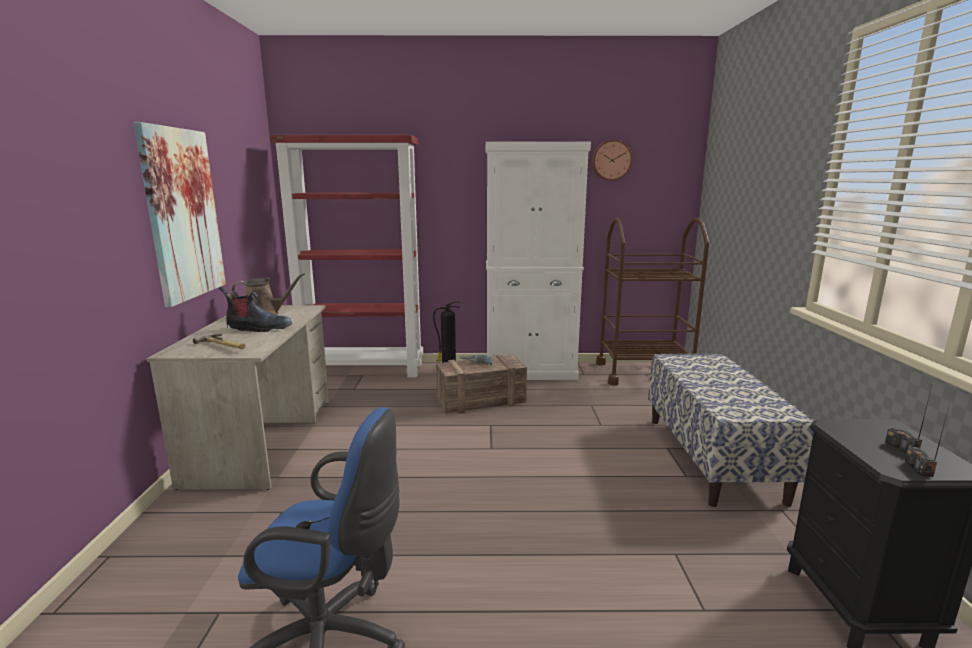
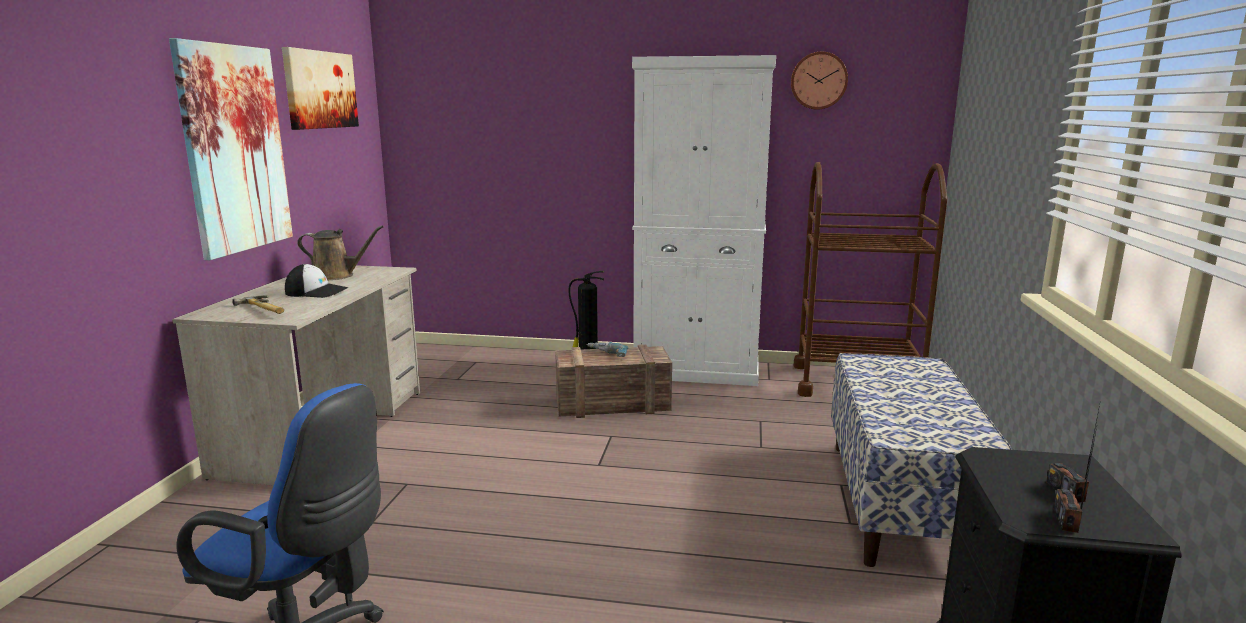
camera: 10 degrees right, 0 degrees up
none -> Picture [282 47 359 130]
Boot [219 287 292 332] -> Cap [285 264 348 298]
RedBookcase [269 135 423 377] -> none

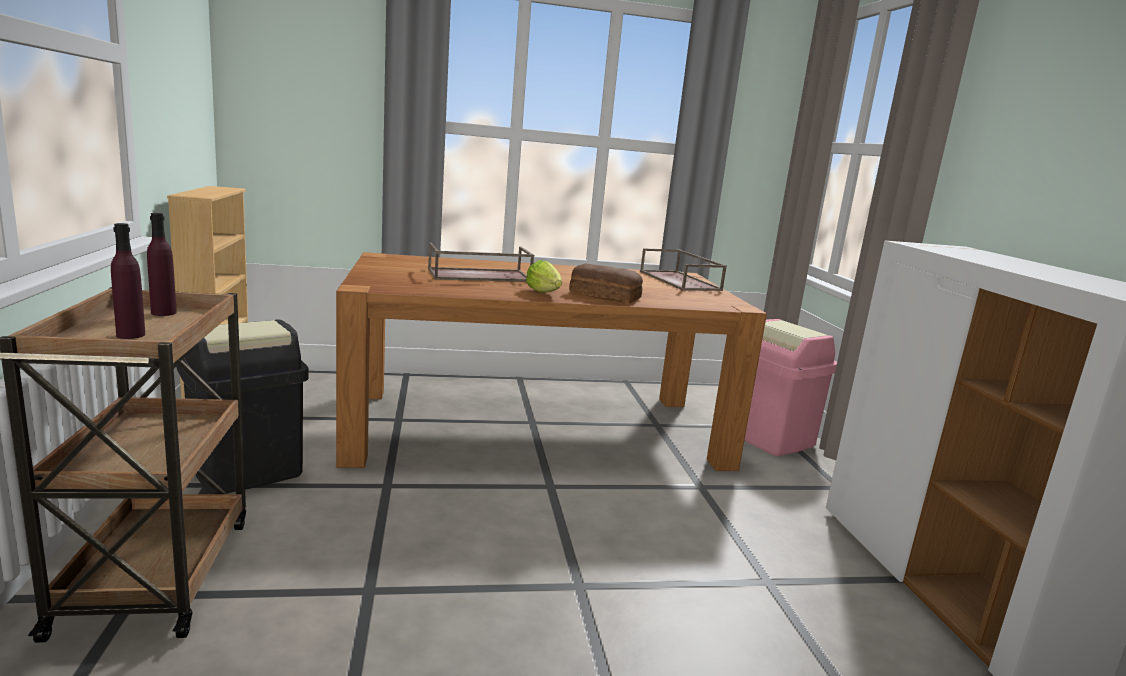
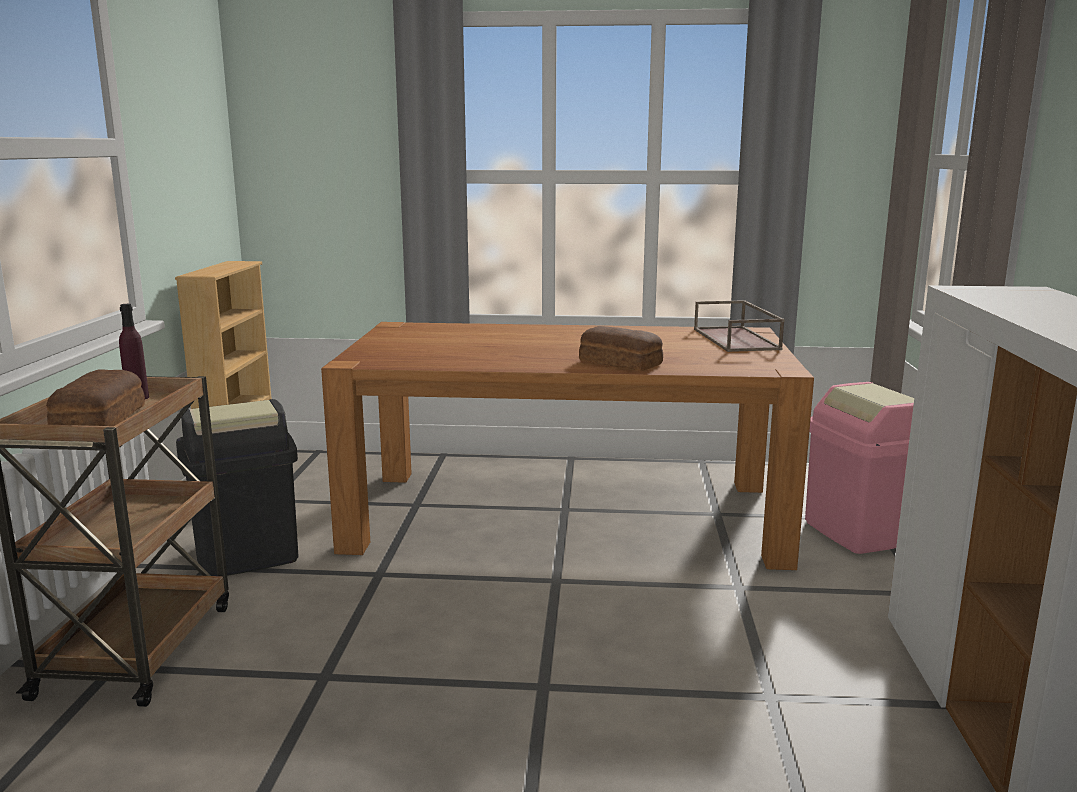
camera: 15 degrees right, 0 degrees up
PurpleBottle [111 223 145 339] -> Bread [46 370 145 426]
BrownTray [428 243 534 282] -> none
Lettuce [526 260 562 293] -> none

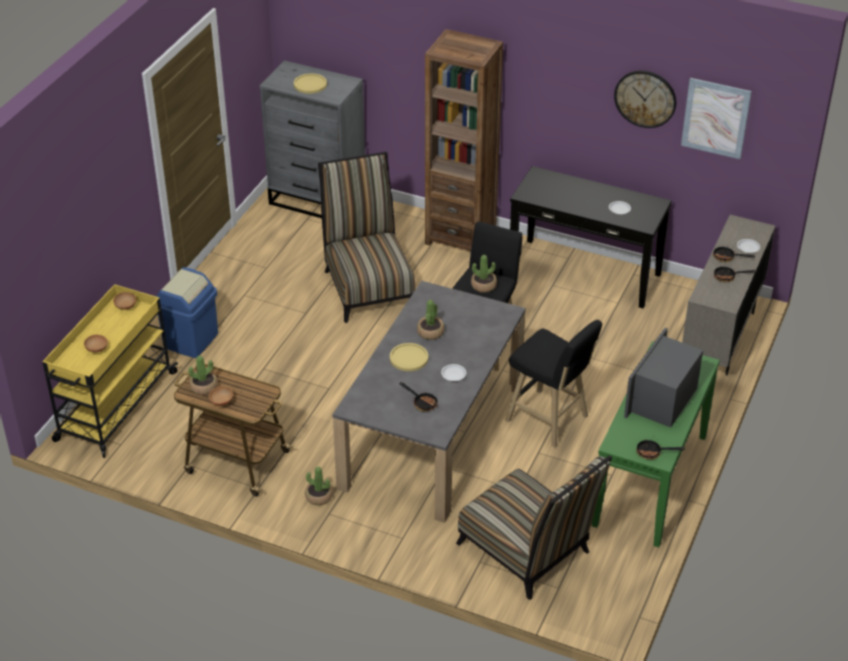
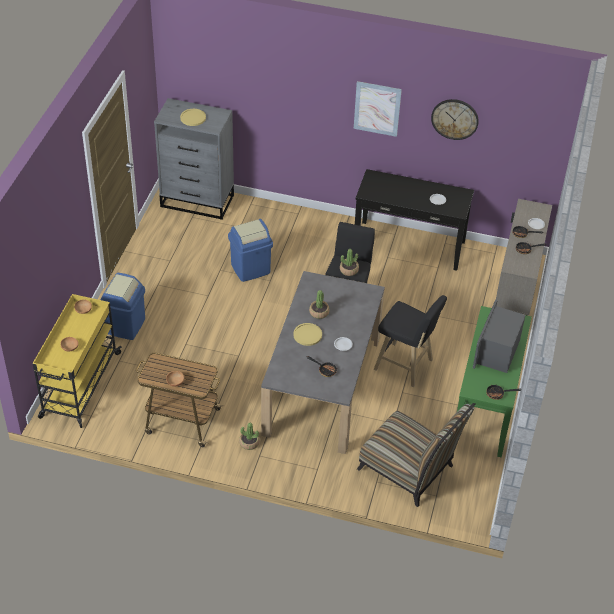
camera: 10 degrees left, 5 degrees up
Chair [318 152 416 323] -> BlueTrashCan [228 219 273 282]
Picture [681 78 752 159] -> Picture [354 81 402 137], shifted
PottedPlant [188 355 218 395] -> none
BrownBookcase [425 29 503 251] -> none

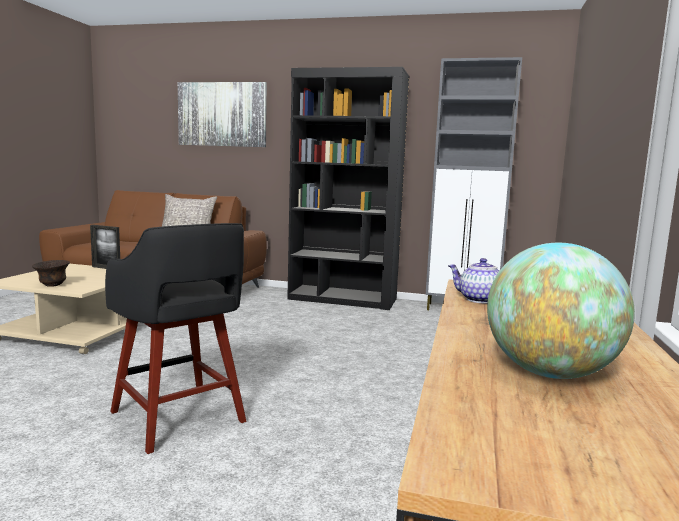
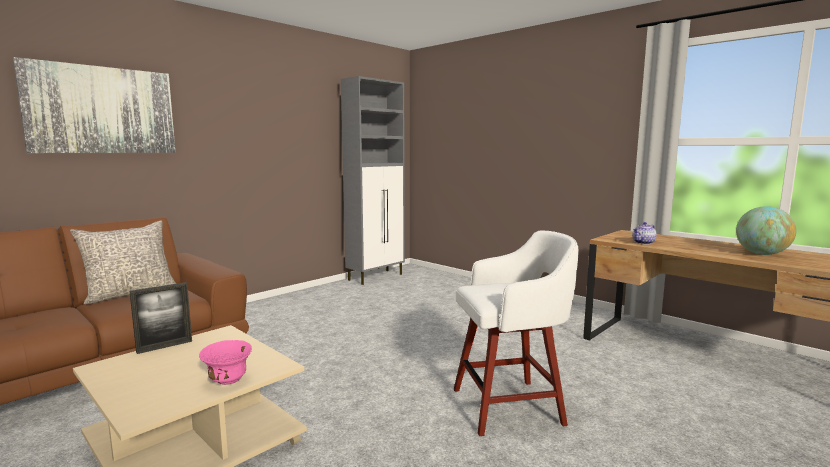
camera: 60 degrees left, 0 degrees up
BrownBowl [32 260 70 287] -> PinkBowl [199 340 252 385]
BlackStool [105 223 246 454] -> WhiteStool [454 231 579 436]
BlackBookcase [287 67 409 310] -> none

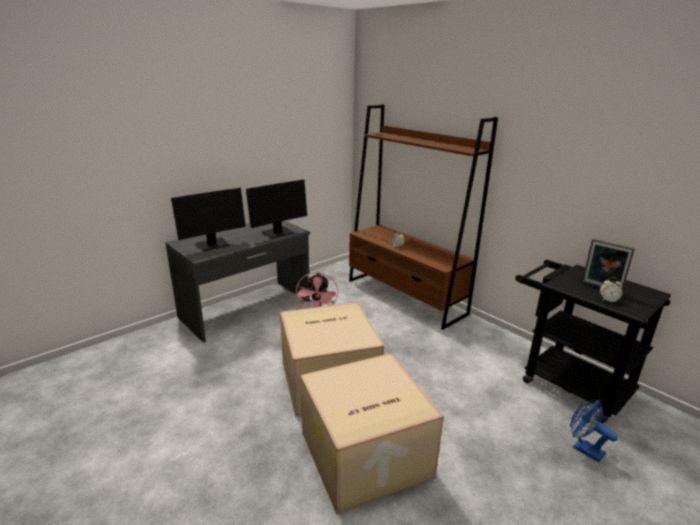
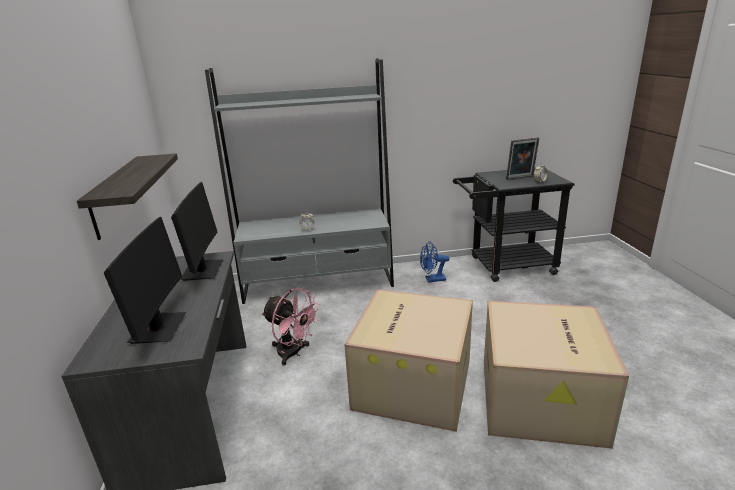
camera: 55 degrees left, 0 degrees up
none -> Shelf [77 153 178 240]
BrownBookcase [349 104 498 330] -> GreyBookcase [205 58 394 304]
BlueFan [570 400 618 462] -> BlueFan [420 241 450 283], shifted

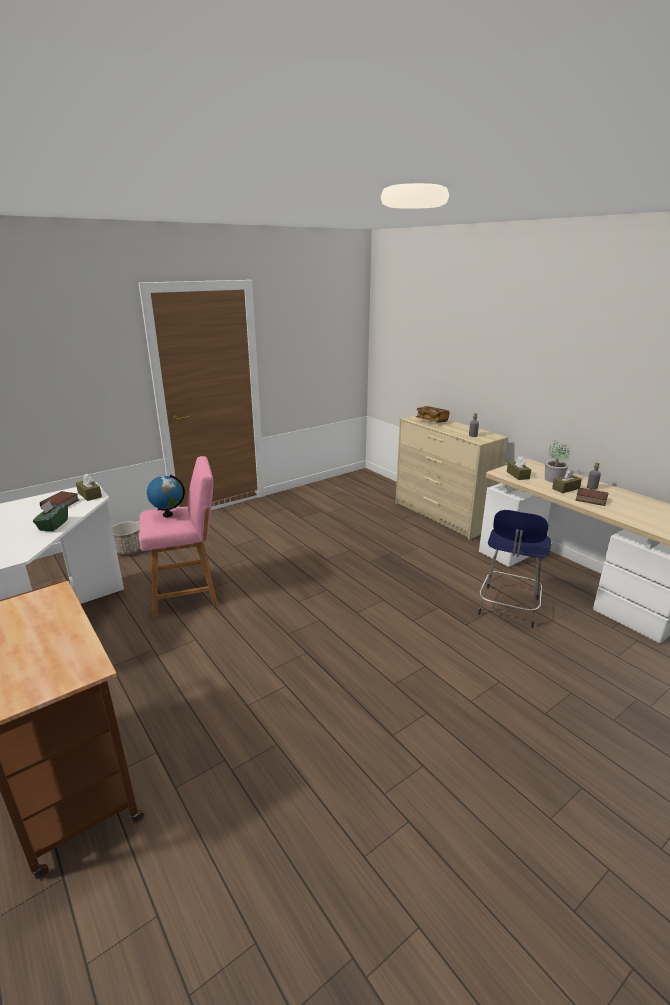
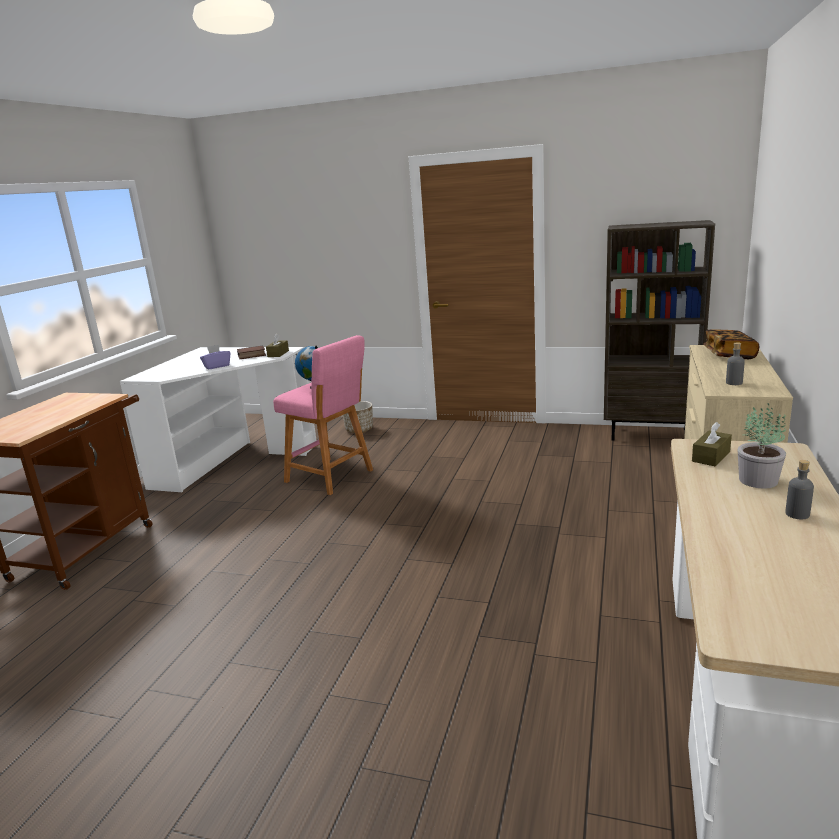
camera: 55 degrees right, 5 degrees down
GreenTissueBox [33 501 68 531] -> PurpleTissueBox [200 344 230 370]
none -> BrownBookcase [604 220 715 441]
BlueStool [478 510 551 628] -> none
BrownTissueBox [552 469 582 493] -> none
Book [576 488 608 506] -> none

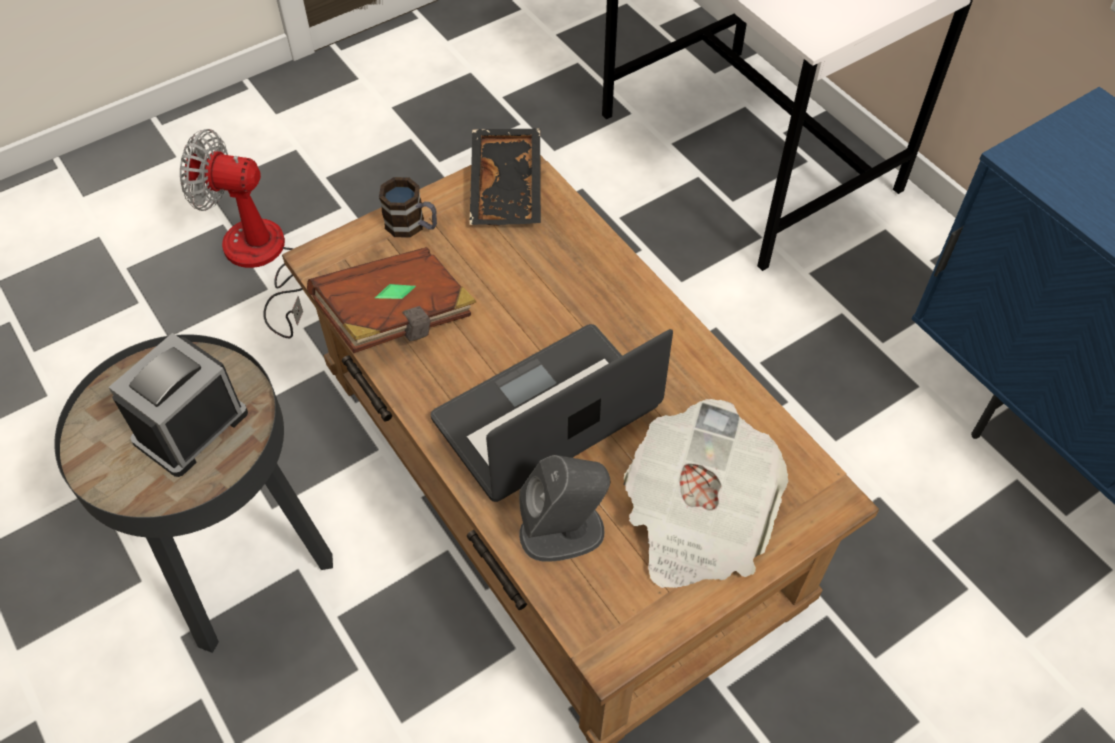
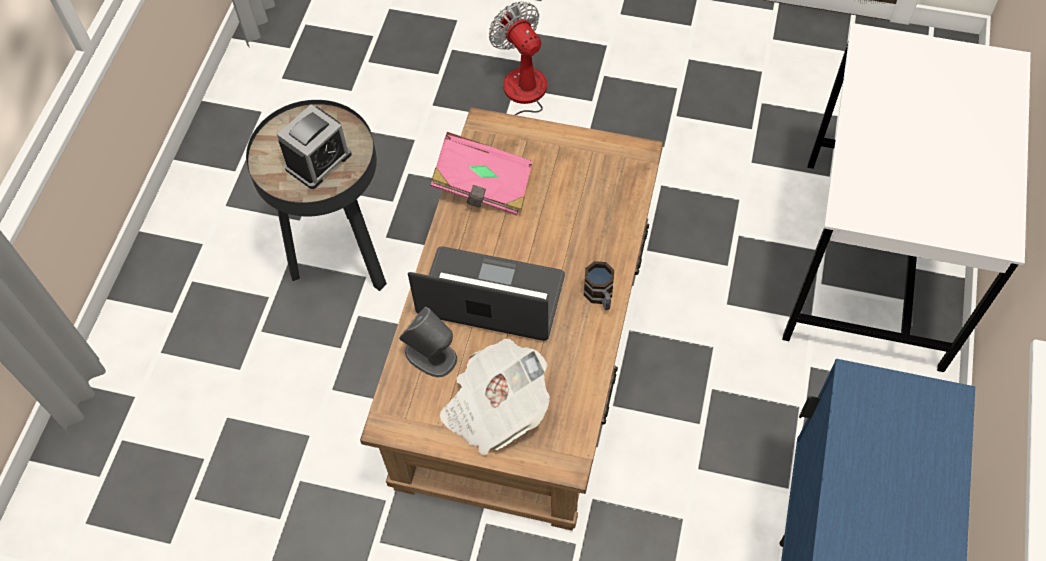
camera: 50 degrees right, 5 degrees up
AlarmClock [109 333 248 477] -> AlarmClock [277 104 352 189], 135 degrees clockwise
BrownBook [307 247 476 353] -> PinkBook [430 132 532 216]
Mug [379 177 437 238] -> Mug [584 261 614 310], shifted
BlackTray [469 128 541 225] -> none

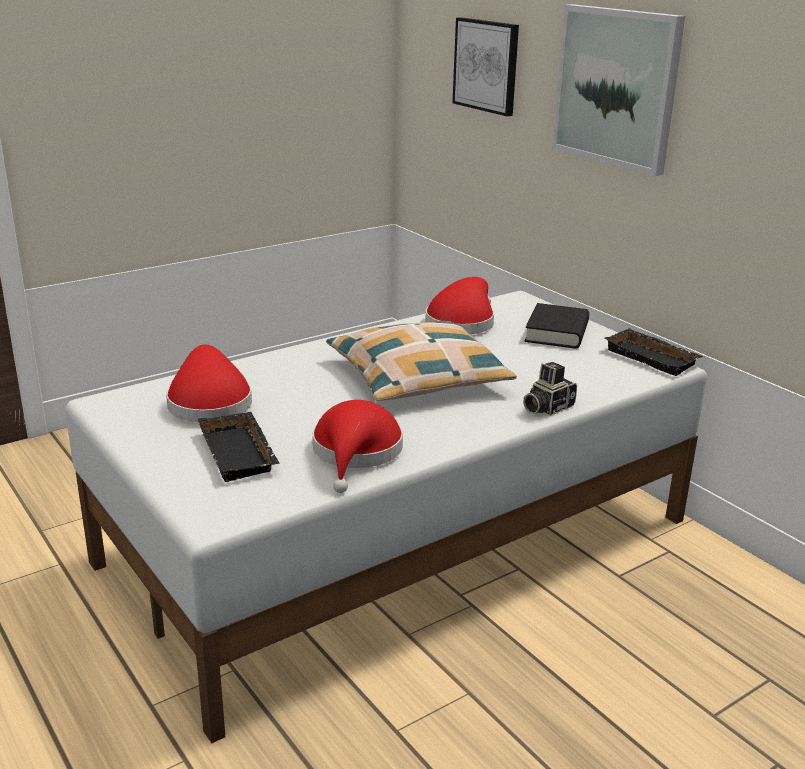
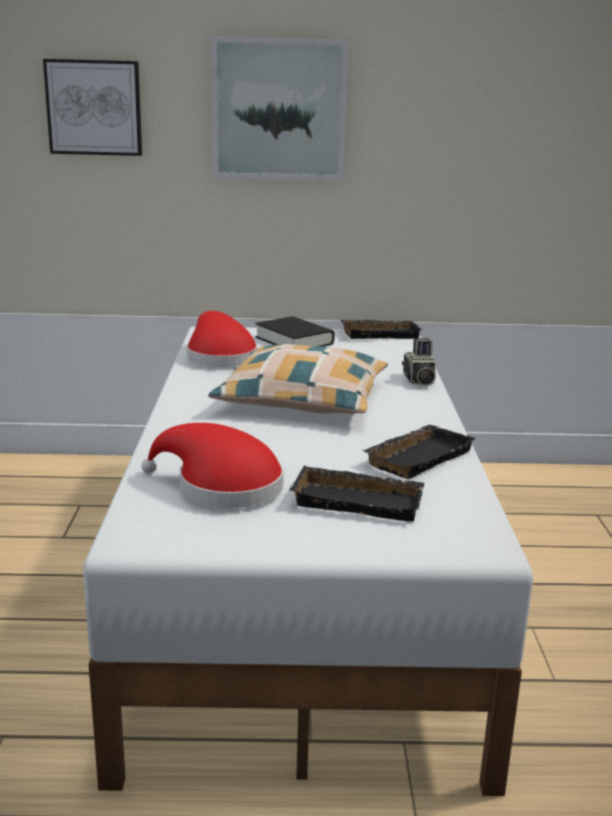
camera: 55 degrees left, 5 degrees down
RedHat [312 400 403 493] -> BlackTray [361 425 476 479]

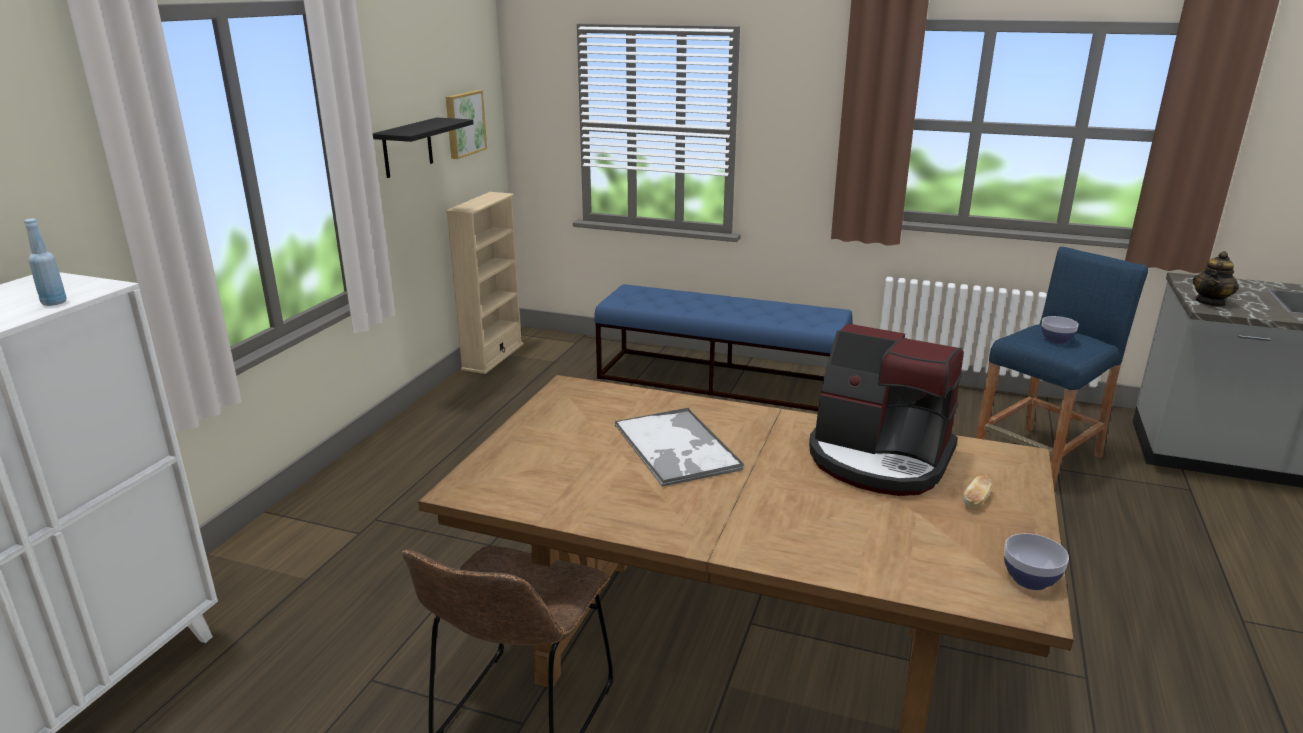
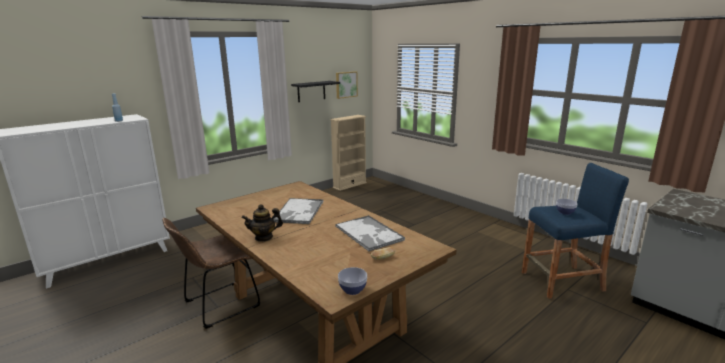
camera: 30 degrees right, 5 degrees down
Teapot [1193 251 1239 307] -> Teapot [242 204 283 242], shifted
CoffeeMachine [809 323 964 496] -> Tray [336 215 405 251]
BlueBench [594 284 853 411] -> none

